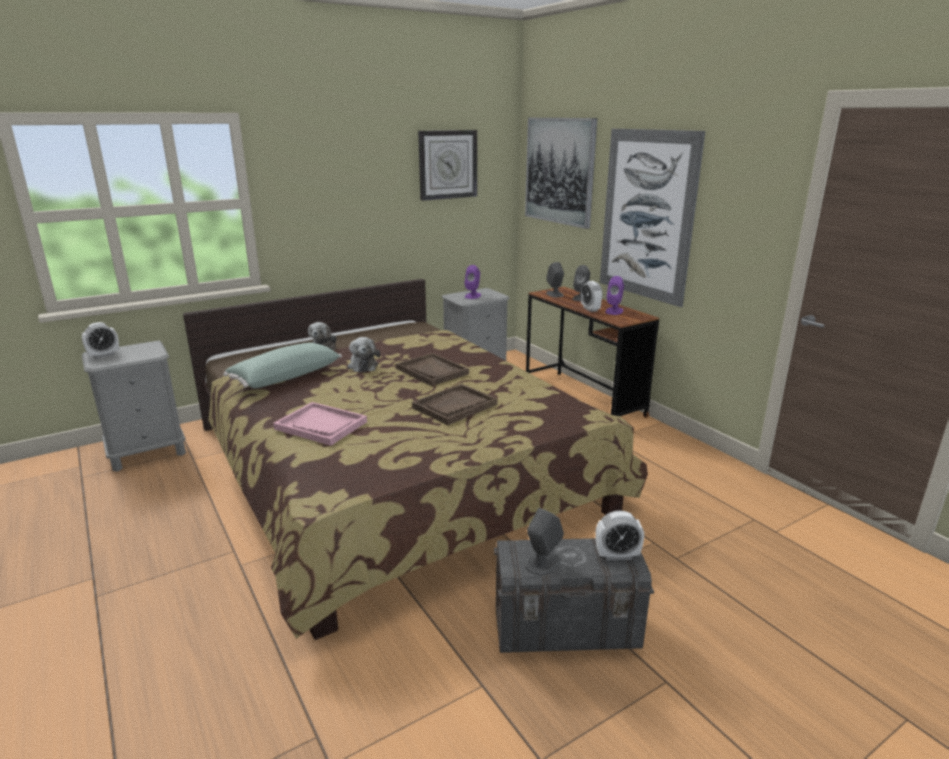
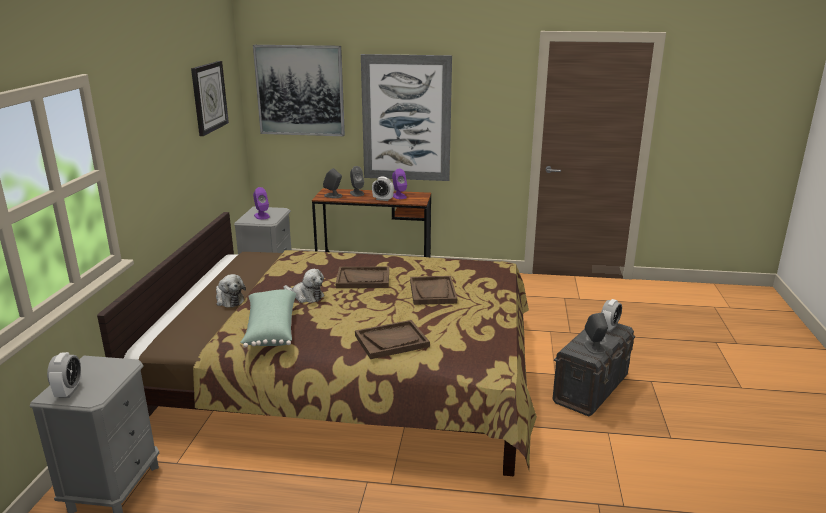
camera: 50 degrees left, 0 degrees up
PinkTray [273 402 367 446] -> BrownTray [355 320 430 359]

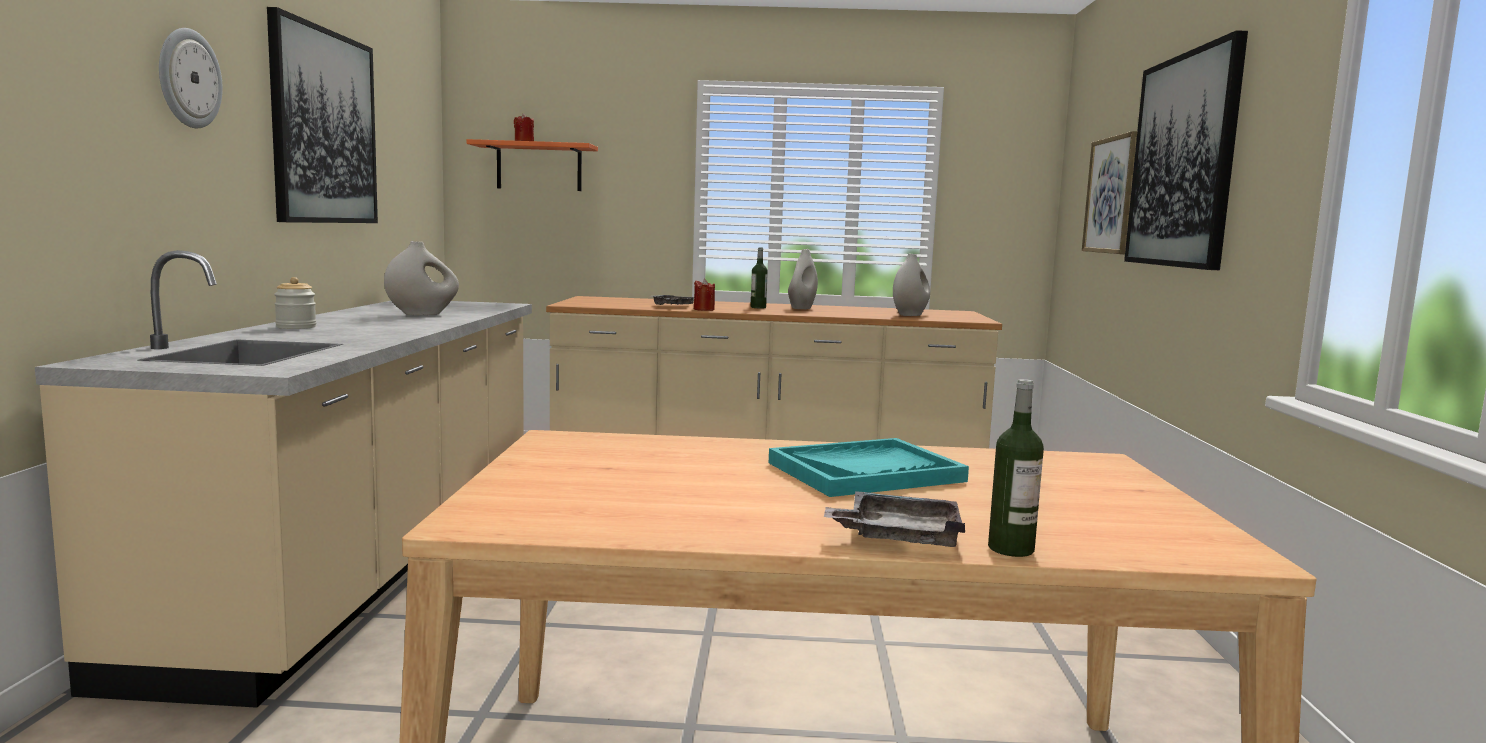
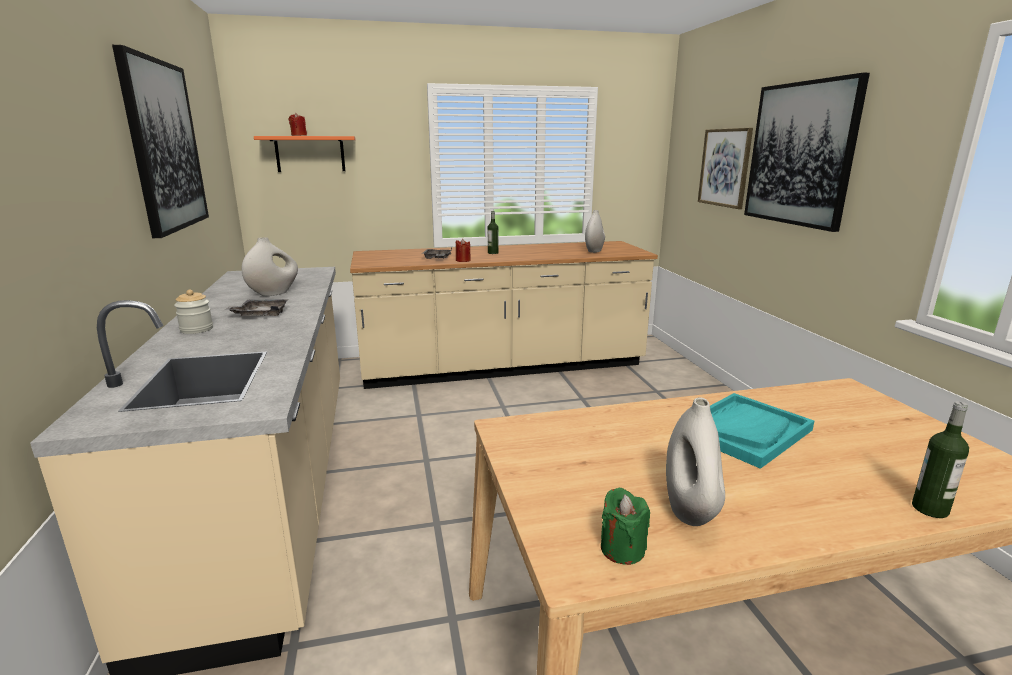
camera: 15 degrees left, 10 degrees up
GreyTray [824 491 965 547] -> GreyTray [225 299 288 316], shifted
none -> GreenCandle [601 488 650 565]
WhiteVase [788 249 818 309] -> WhiteVase [666 398 725 526], shifted
WallClock [159 28 223 128] -> none

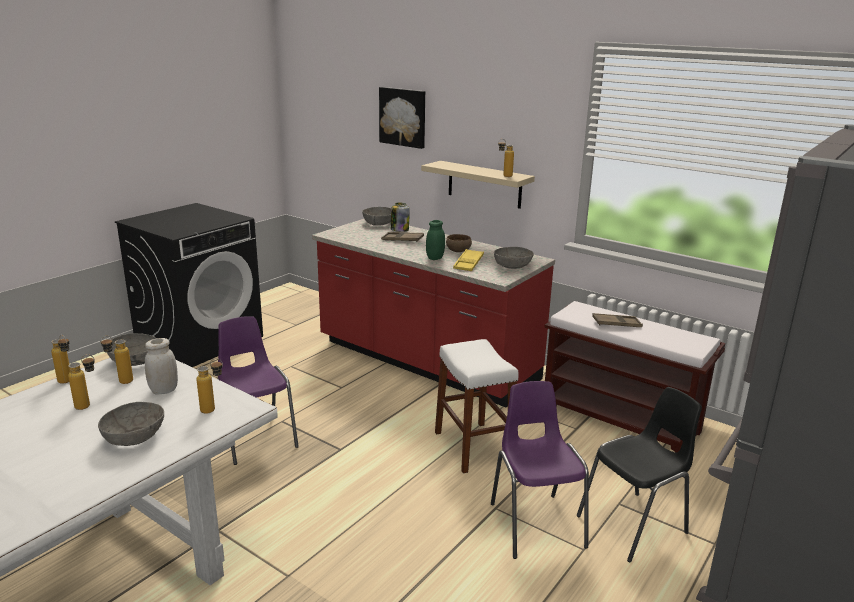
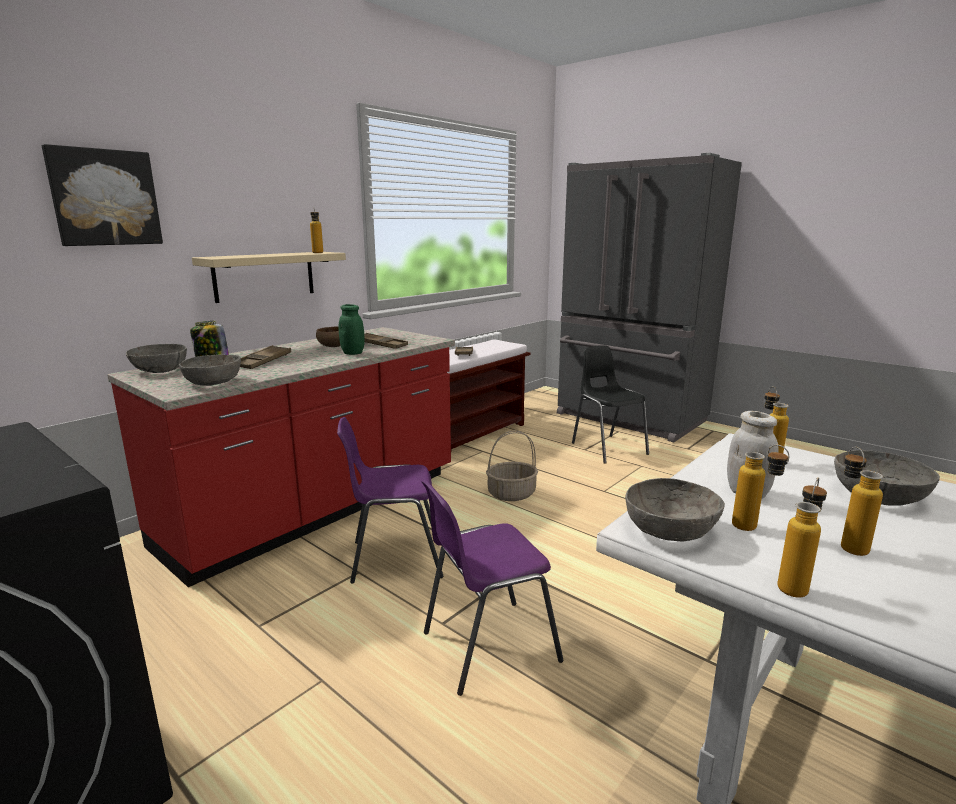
camera: 85 degrees left, 5 degrees down
GreyBowl [494 247 534 269] -> GreyBowl [179 354 241 386], shifted
PurpleChair [491 381 589 559] -> PurpleChair [337 417 443 584], shifted
YellowTray [453 249 484 271] -> BrownTray [364 333 408 349]
WhiteStool [435 339 519 474] -> Basket [486 430 538 501]

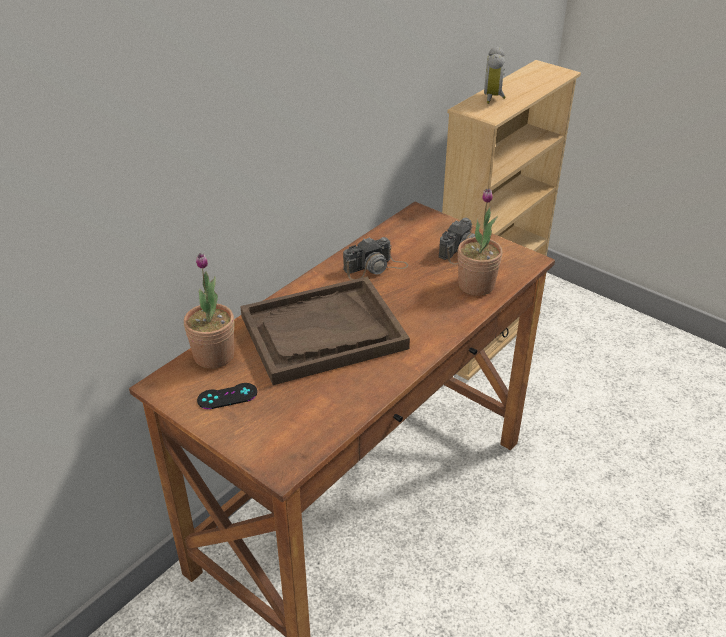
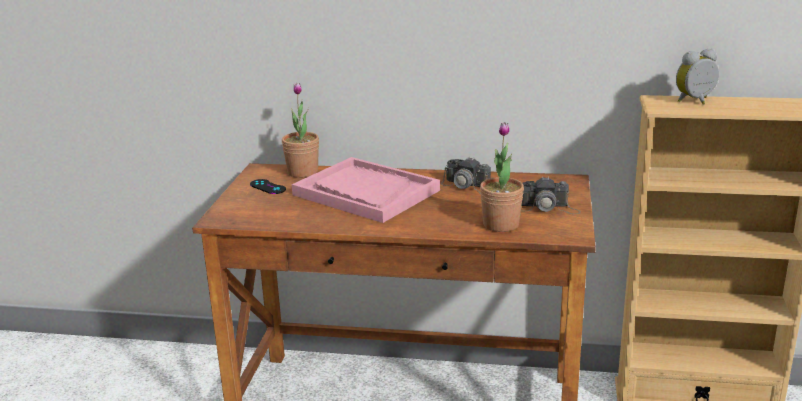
camera: 60 degrees right, 15 degrees down
BrownTray [240 277 410 385] -> PinkTray [292 157 440 223]

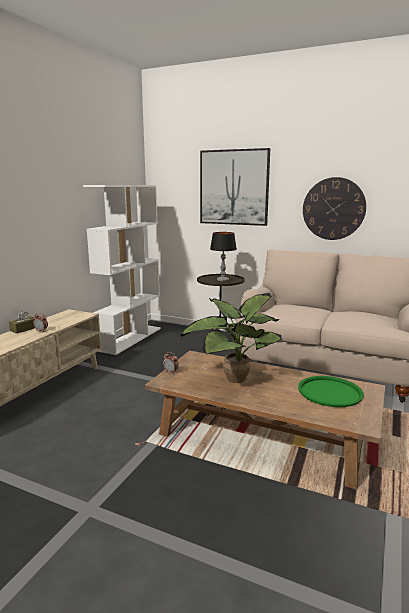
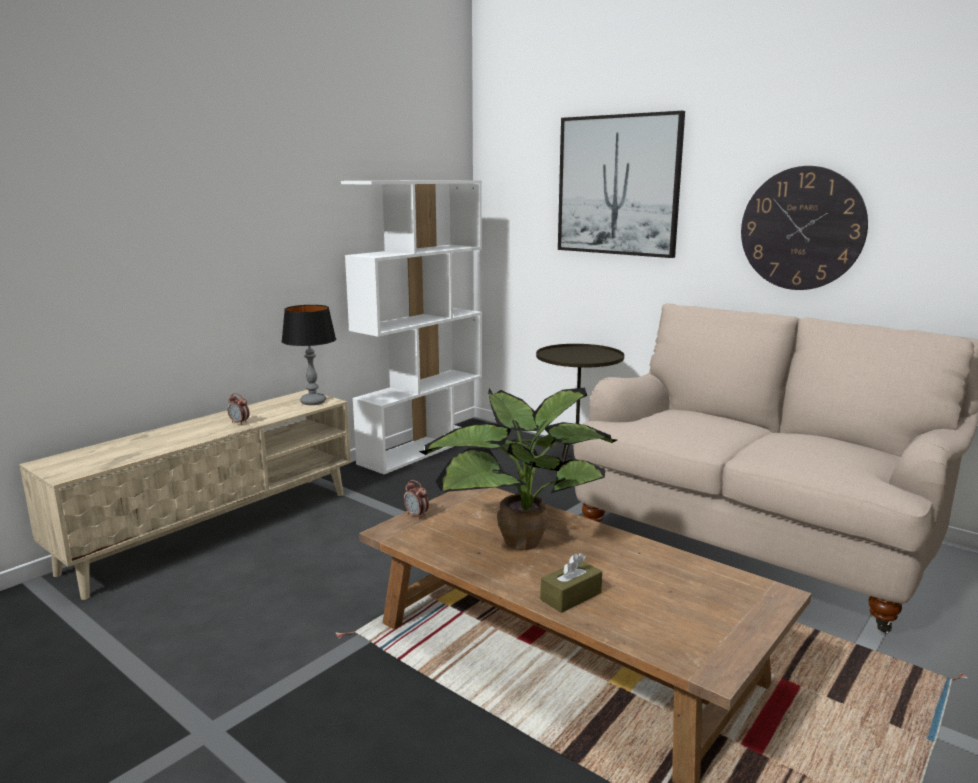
camera: 15 degrees right, 0 degrees up
TableLamp [210 232 237 282] -> TableLamp [281 305 336 405], shifted
BrownTissueBox [9 311 35 334] -> BrownTissueBox [540 553 602 613], shifted
GreenTray [298 376 364 407] -> none

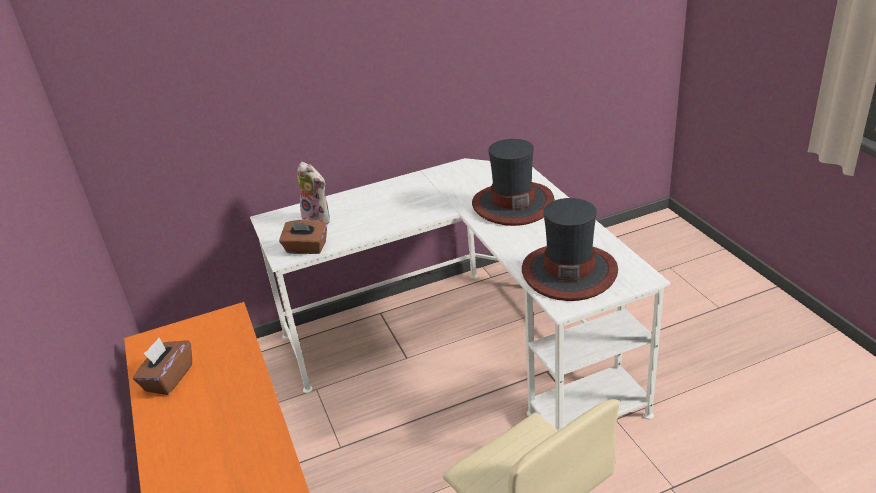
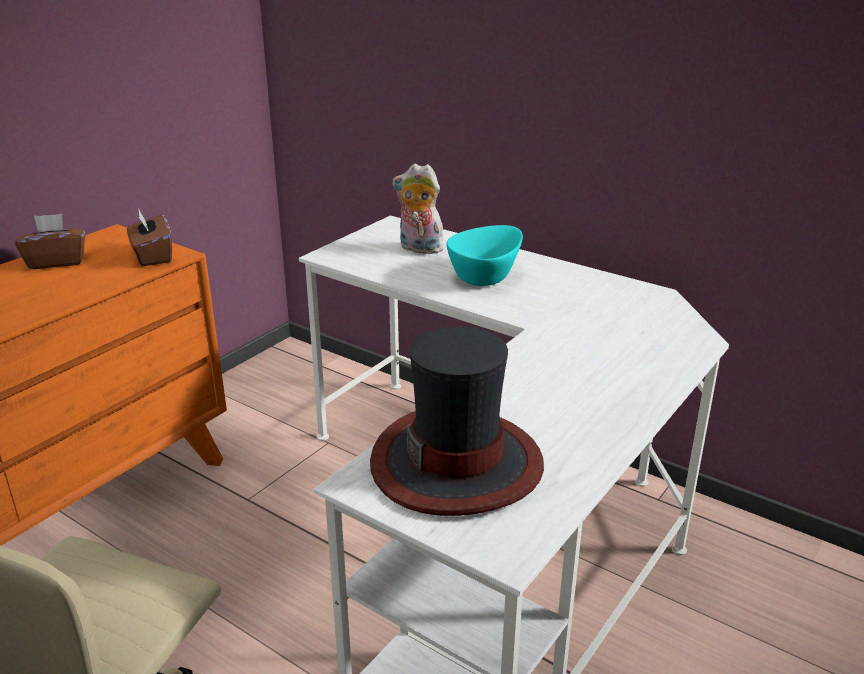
camera: 55 degrees right, 5 degrees down
BrownTissueBox [279 220 327 254] -> BrownTissueBox [127 208 172 266], shifted
PlushToy [297 162 330 224] -> PlushToy [393 164 447 254], 105 degrees clockwise
none -> TurquoiseBowl [447 225 523 286]
Hat [472 139 555 226] -> none

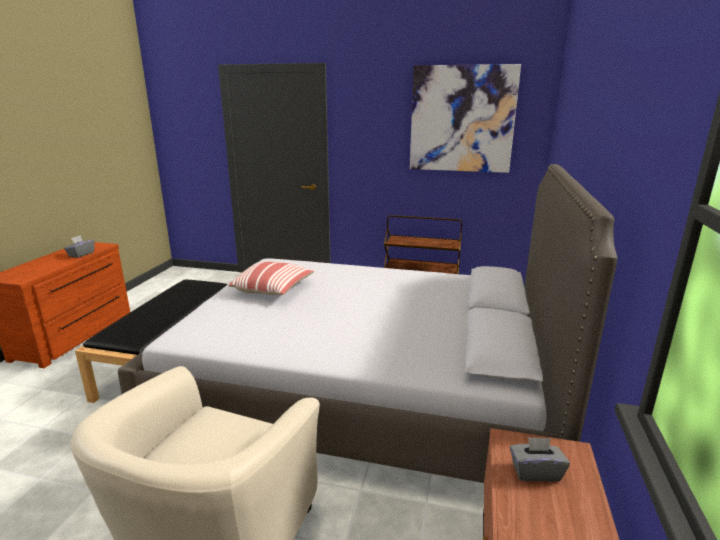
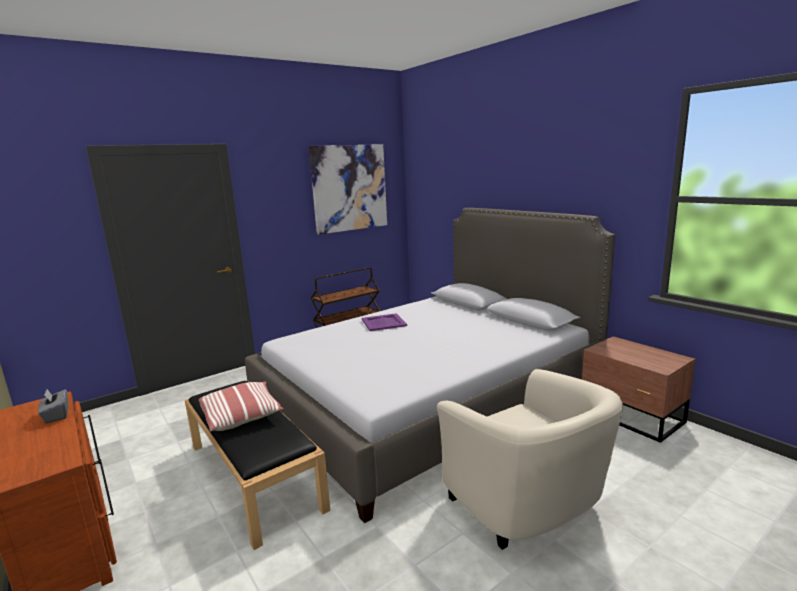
camera: 50 degrees left, 5 degrees down
Pillow [228 262 314 295] -> Pillow [199 382 284 431], shifted
none -> PurpleTray [362 313 407 331]
GreyTissueBox [510 437 570 482] -> none

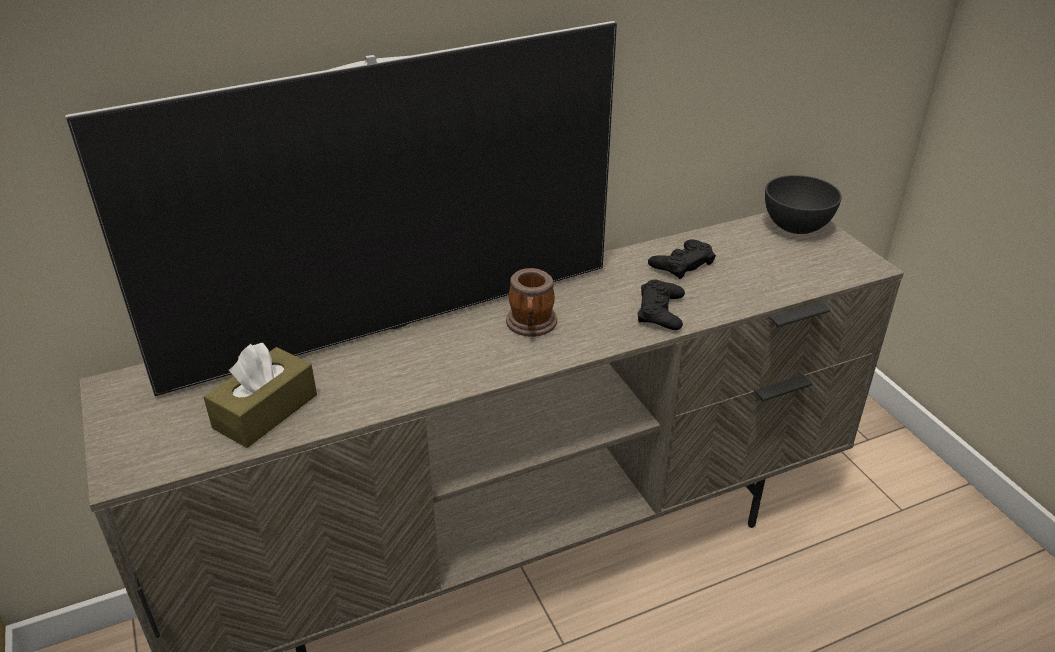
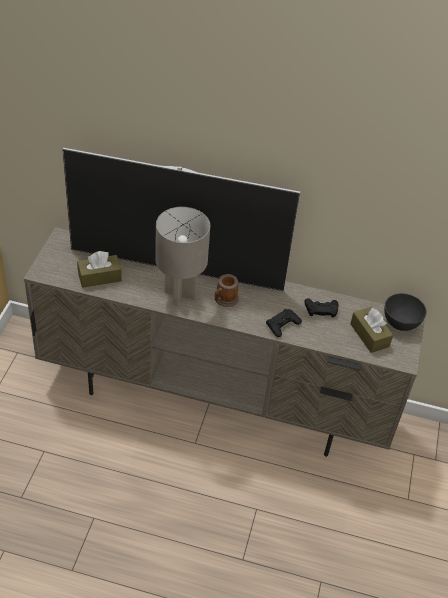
camera: 35 degrees right, 10 degrees up
none -> GreyTableLamp [155 207 210 306]
none -> BrownTissueBox [350 307 393 353]

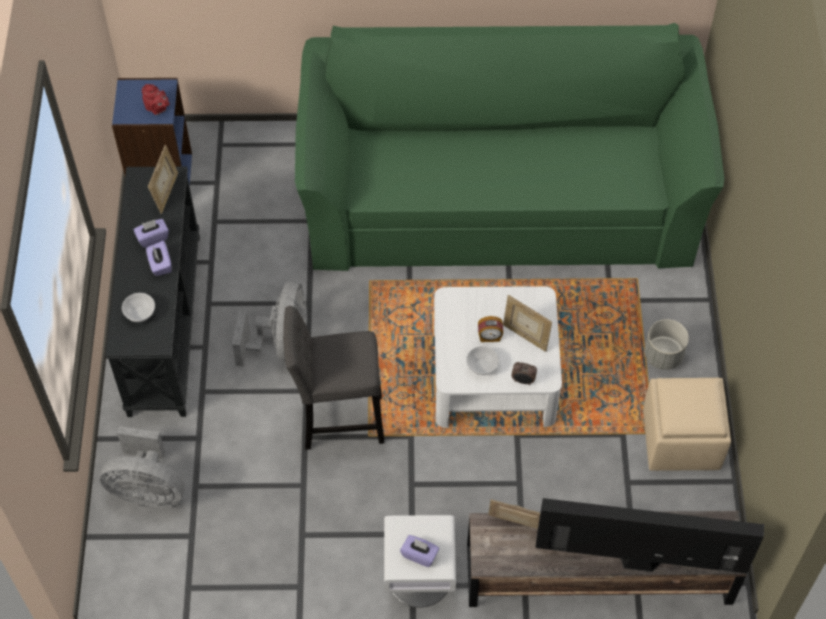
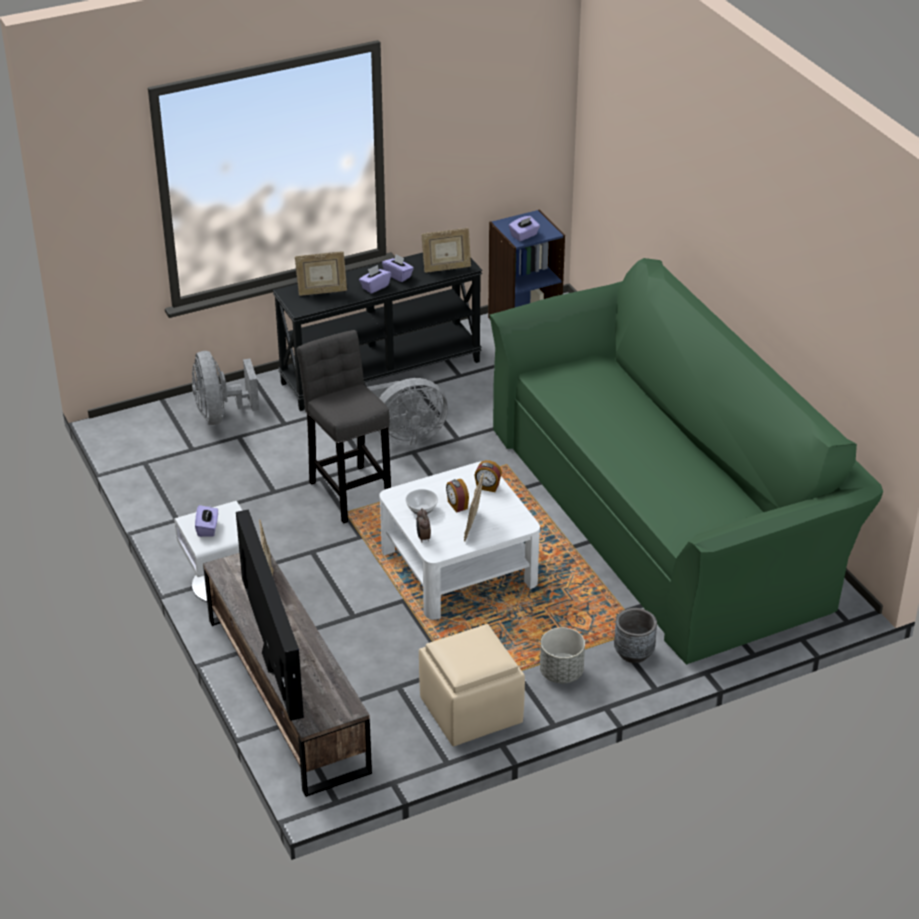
camera: 65 degrees right, 20 degrees down
Bowl [122 293 155 322] -> PictureFrame [295 251 347 296]
none -> AlarmClock [474 460 502 492]
RedTeapot [142 84 170 115] -> PurpleTissueBox [509 216 540 241]
none -> GreyPlanter [614 608 657 663]

